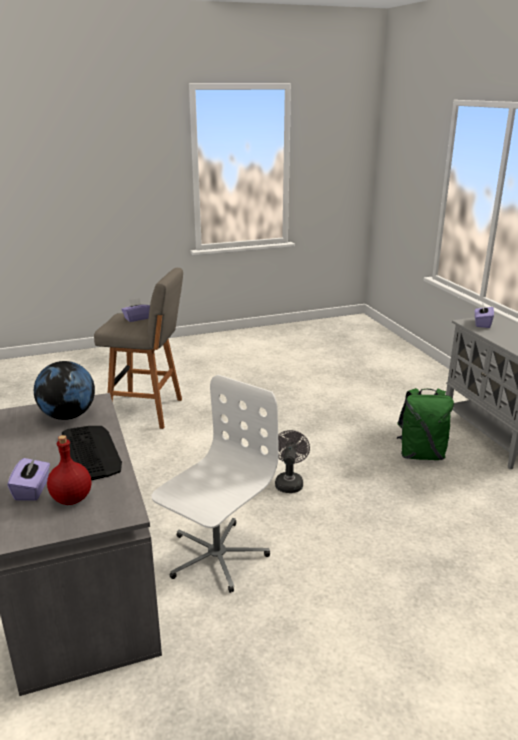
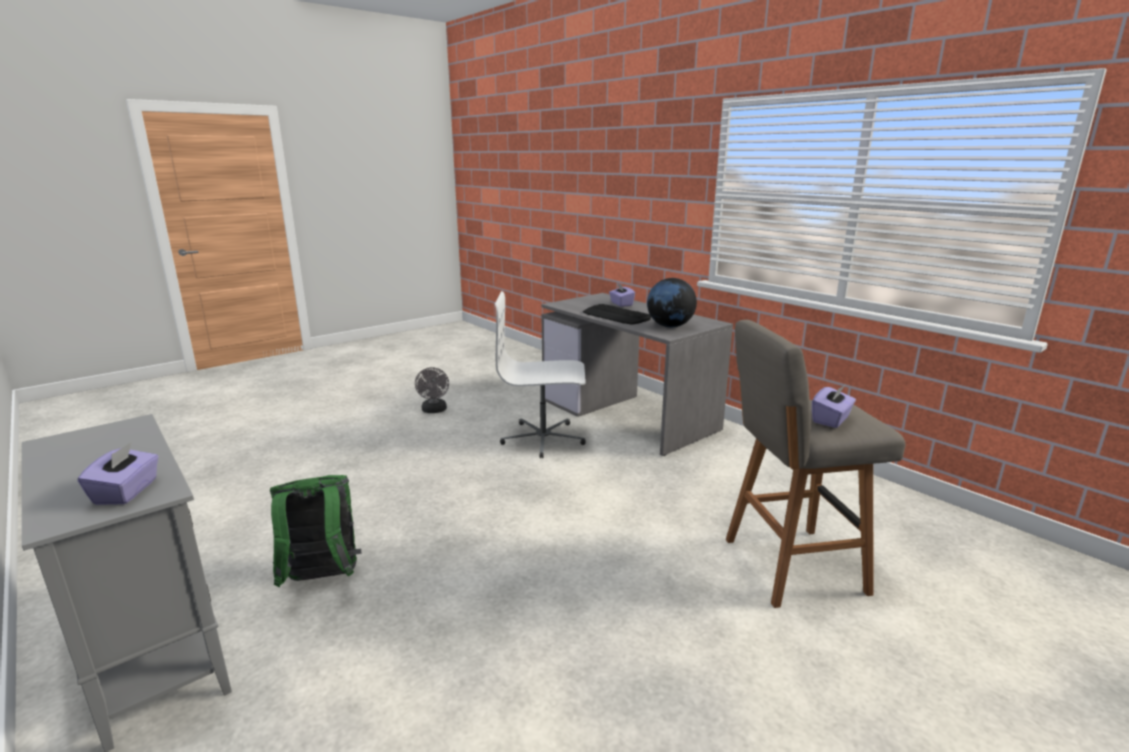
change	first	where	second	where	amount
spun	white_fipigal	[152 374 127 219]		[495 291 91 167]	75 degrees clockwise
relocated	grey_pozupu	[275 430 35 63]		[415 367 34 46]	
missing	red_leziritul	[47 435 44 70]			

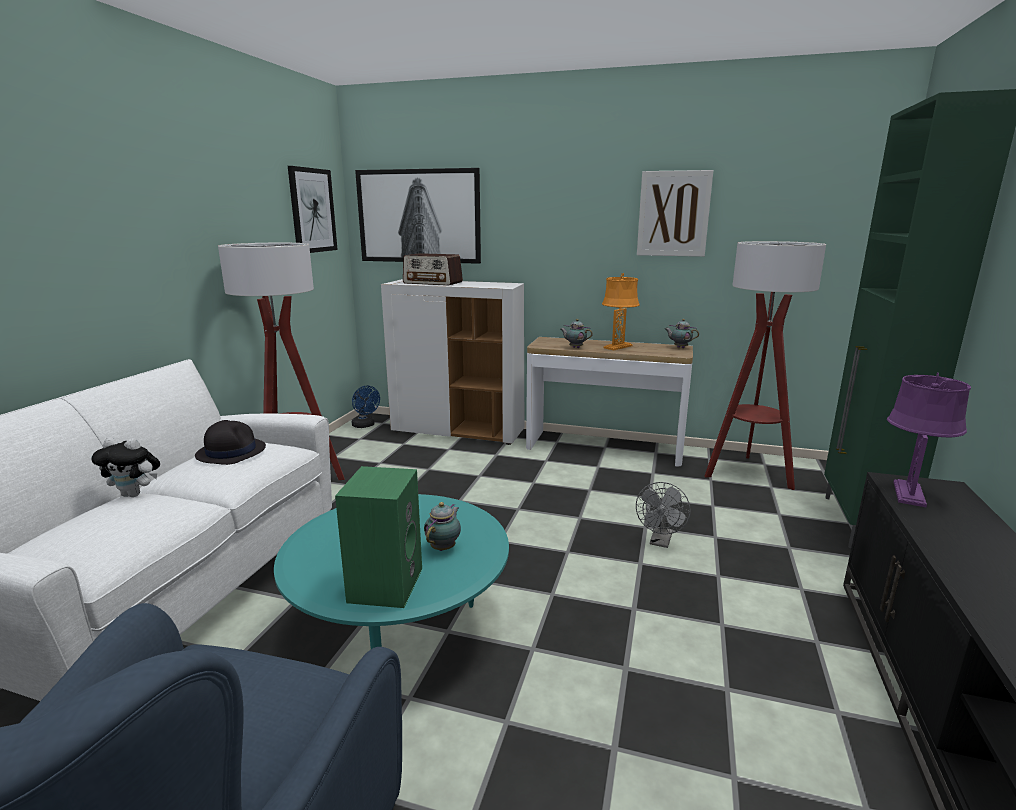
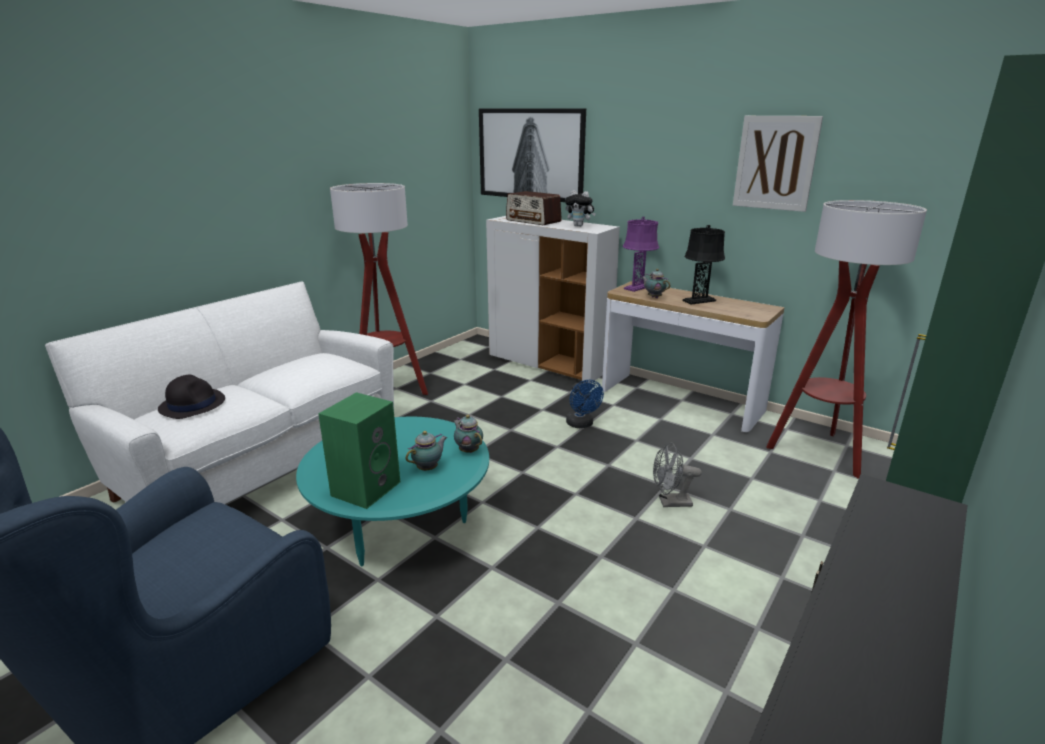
change	first	where	second	where	amount
missing	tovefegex	[288 166 50 87]			
colour	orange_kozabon	[602 273 38 77]	black_kozabon	[683 225 42 80]	
relocated	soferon	[665 319 34 29]		[454 415 29 38]	
relocated	purple_kozabon	[887 372 84 135]		[623 217 36 75]	
relocated	blue_pozupu	[352 386 28 42]		[566 380 38 48]	
relocated	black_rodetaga	[195 420 71 45]		[158 374 67 45]	
relocated	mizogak	[91 437 69 60]		[565 190 31 37]	
spun	grey_pozupu	[636 482 55 66]		[653 442 49 65]	45 degrees clockwise

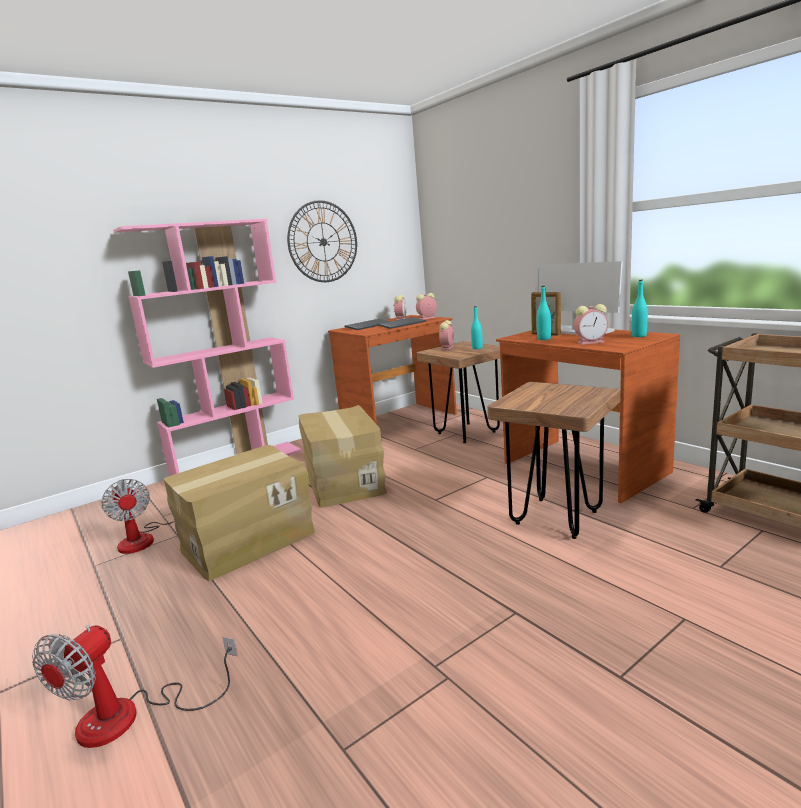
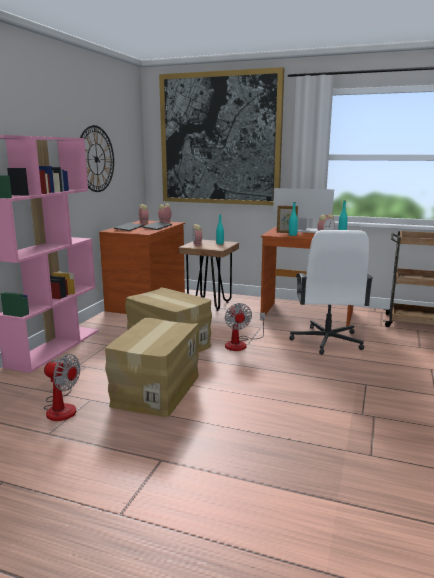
change	first	where	second	where	amount
exchanged	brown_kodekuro	[488 382 132 157]	white_fipigal	[289 230 84 125]	
relocated	pozupu	[32 625 206 123]		[225 303 40 48]	
appeared			tovefegex	[159 67 125 138]	

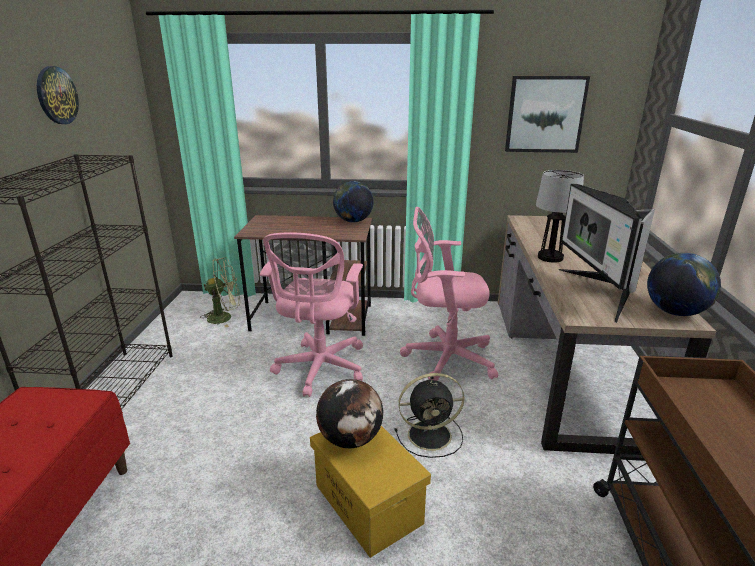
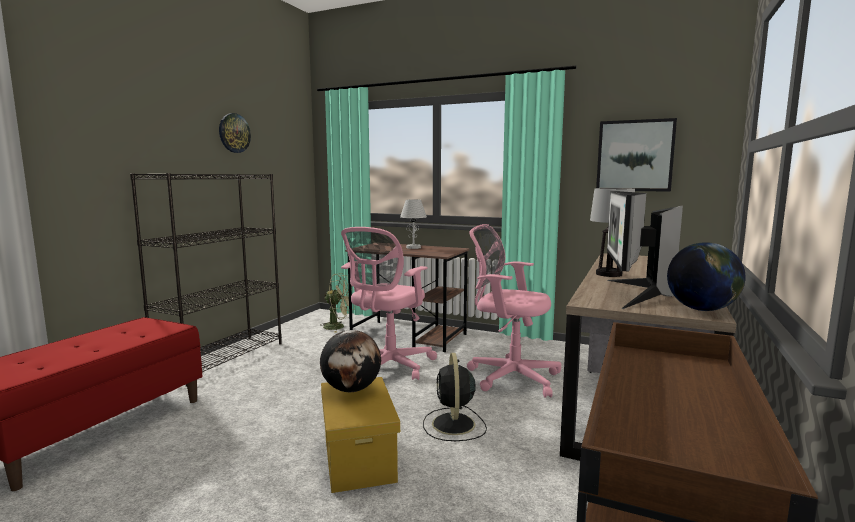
change	first	where	second	where	amount
missing	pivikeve	[333 181 40 42]			
spun	black_pozupu	[394 373 70 85]		[423 353 64 88]	75 degrees clockwise
appeared			white_kozabon	[400 199 27 50]	

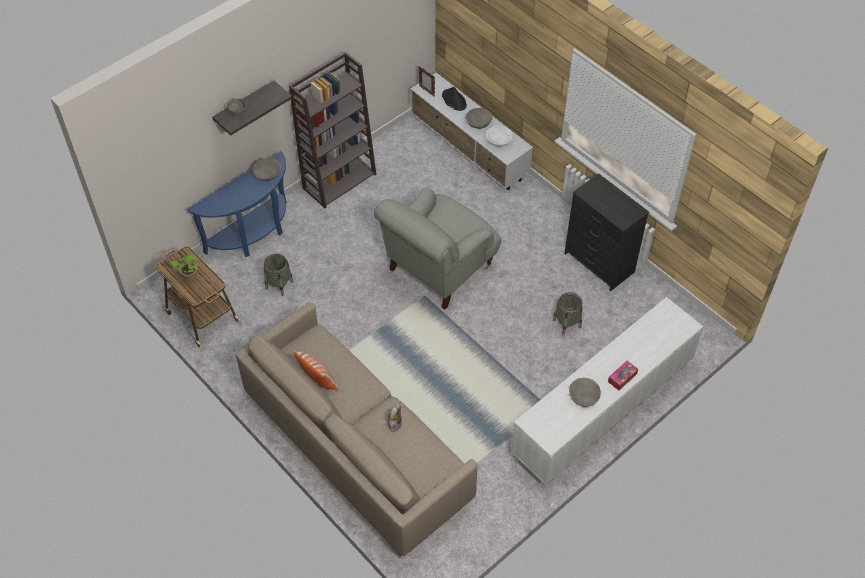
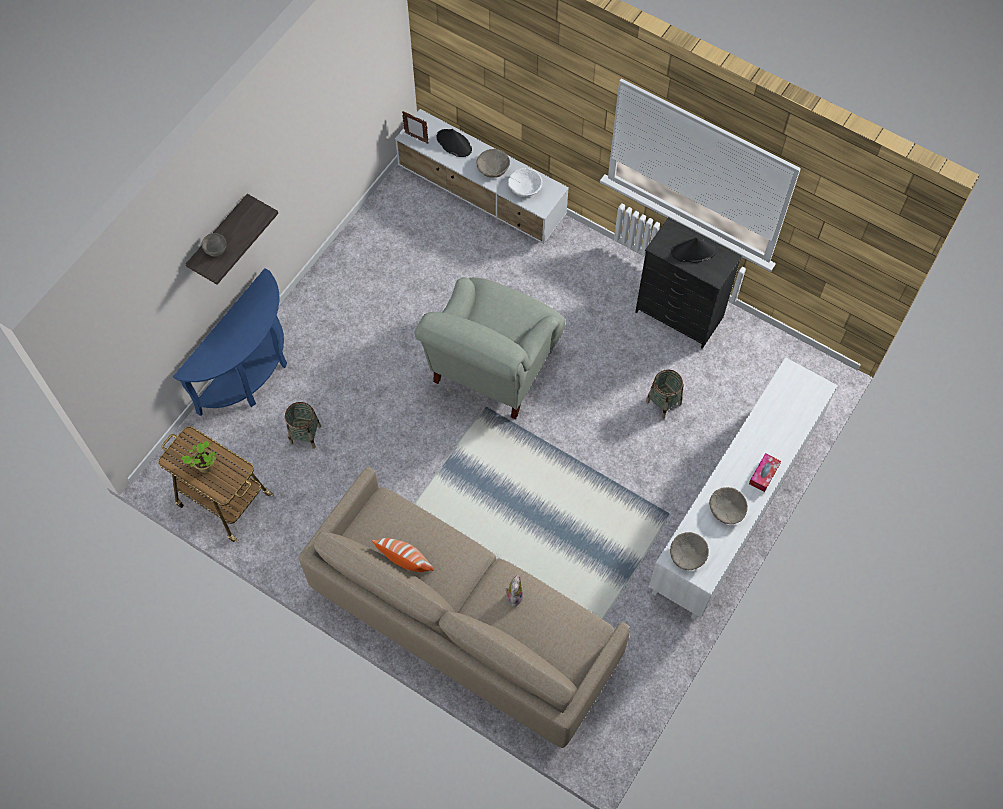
change	first	where	second	where	amount
missing	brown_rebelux	[289 52 87 156]			
relocated	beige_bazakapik	[253 158 28 23]		[670 532 39 38]	
appeared			black_rodetaga	[671 238 46 25]	

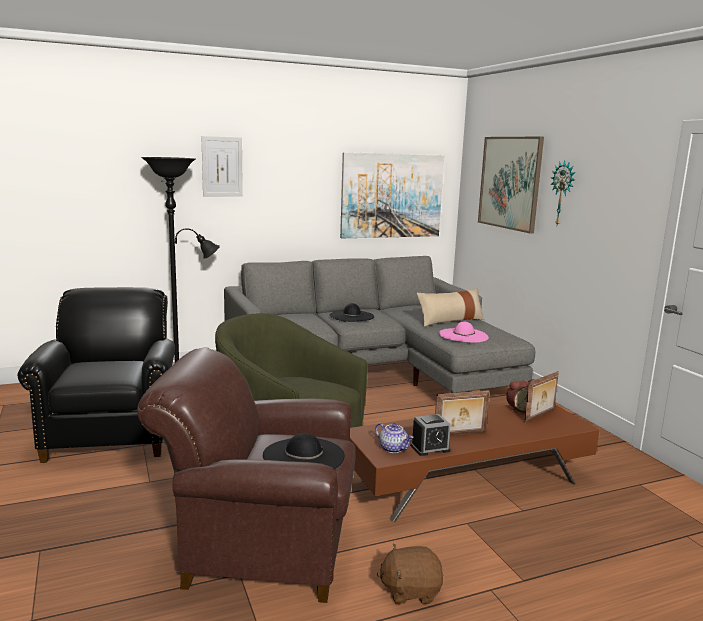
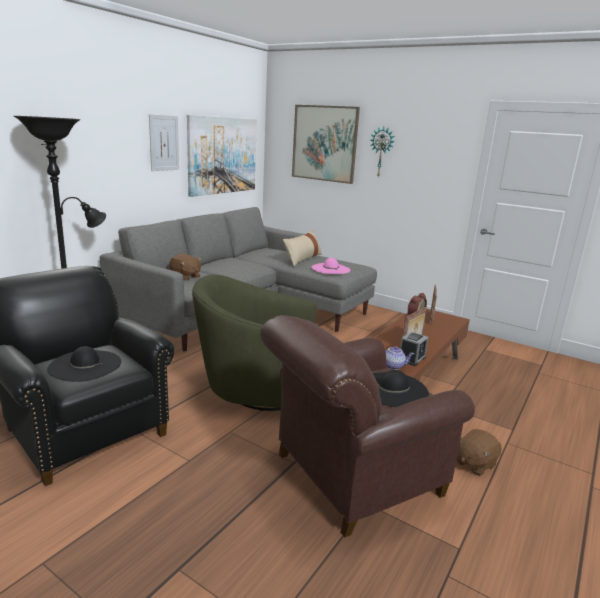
change	first	where	second	where	amount
relocated	tovefegex	[201 136 42 61]		[149 114 30 57]	
relocated	black_rodetaga	[329 303 45 19]		[47 346 74 36]	
appeared			brown_mizogak	[169 254 33 27]	

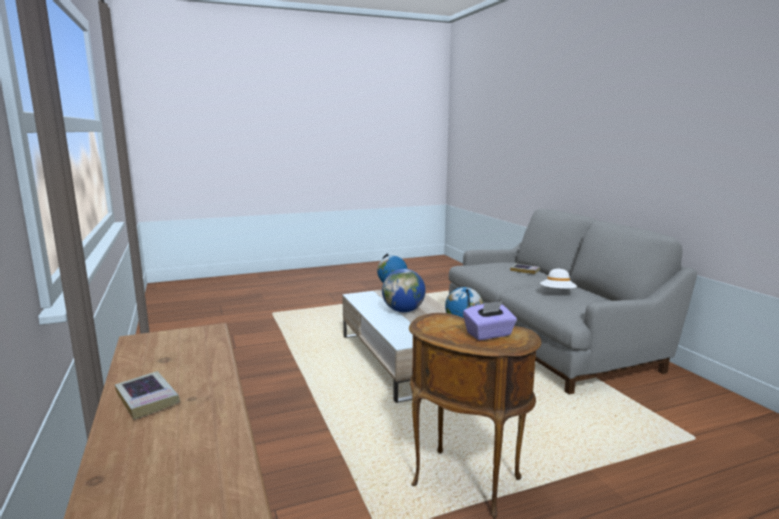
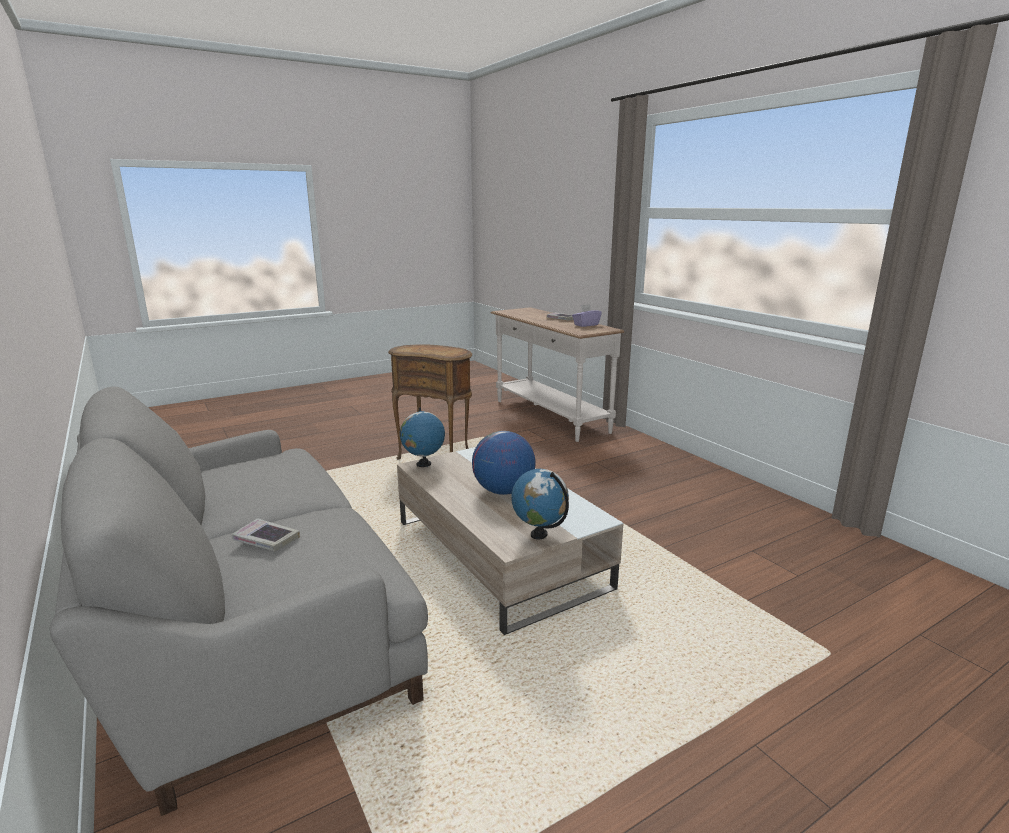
change	first	where	second	where	amount
missing	white_rodetaga	[540 269 37 20]			
relocated	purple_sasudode	[463 301 54 39]		[572 304 30 23]	

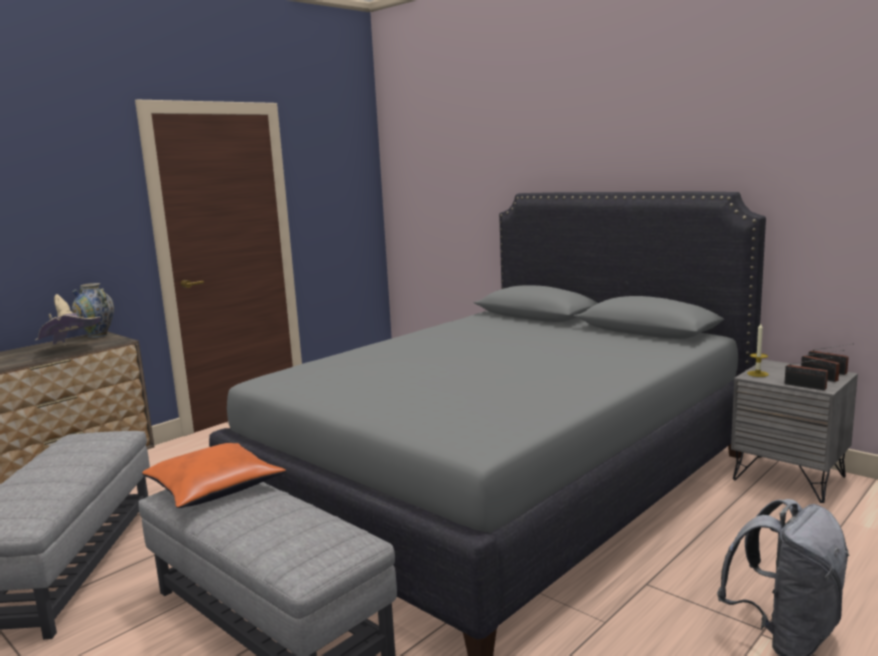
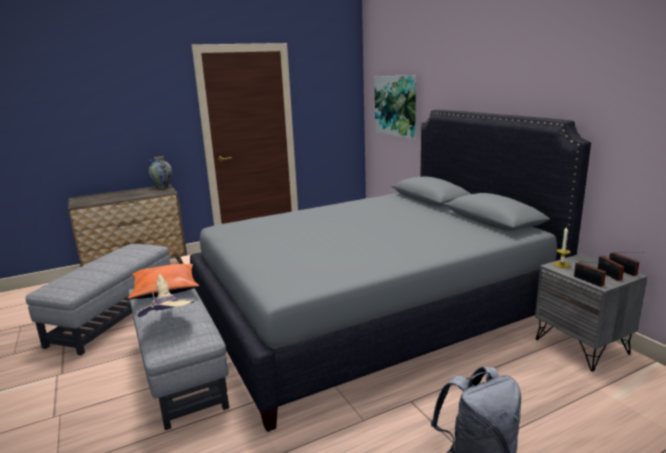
change	first	where	second	where	amount
relocated	beige_rodetaga	[35 294 66 50]		[138 274 56 43]	
appeared			tovefegex	[375 76 41 63]	

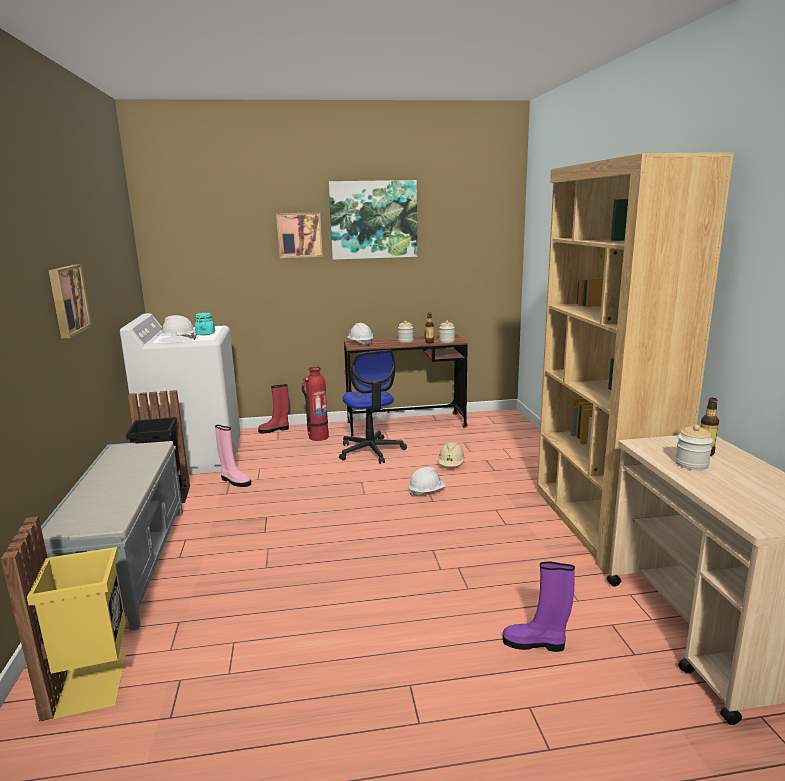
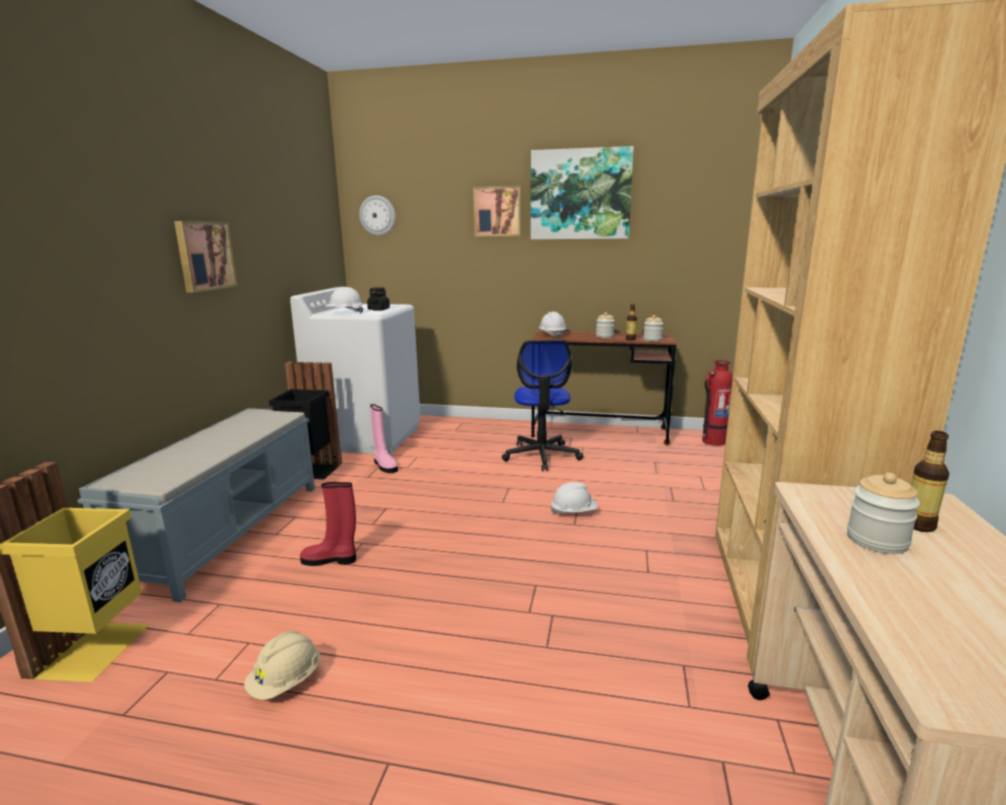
change	first	where	second	where	amount
colour	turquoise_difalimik	[195 313 20 22]	black_difalimik	[367 287 23 24]	
relocated	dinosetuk	[302 367 27 74]		[702 360 31 86]	
relocated	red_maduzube	[258 384 31 49]		[300 482 56 84]	
relocated	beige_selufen	[438 442 27 25]		[244 631 76 69]	
missing	purple_maduzube	[503 562 72 90]			
appeared			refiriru	[359 195 37 41]	

